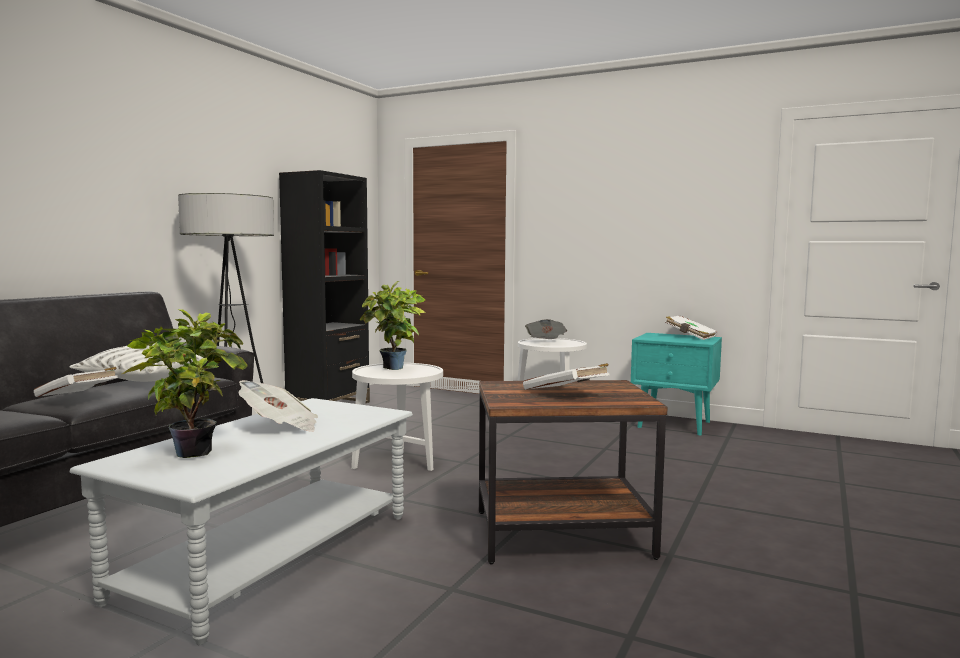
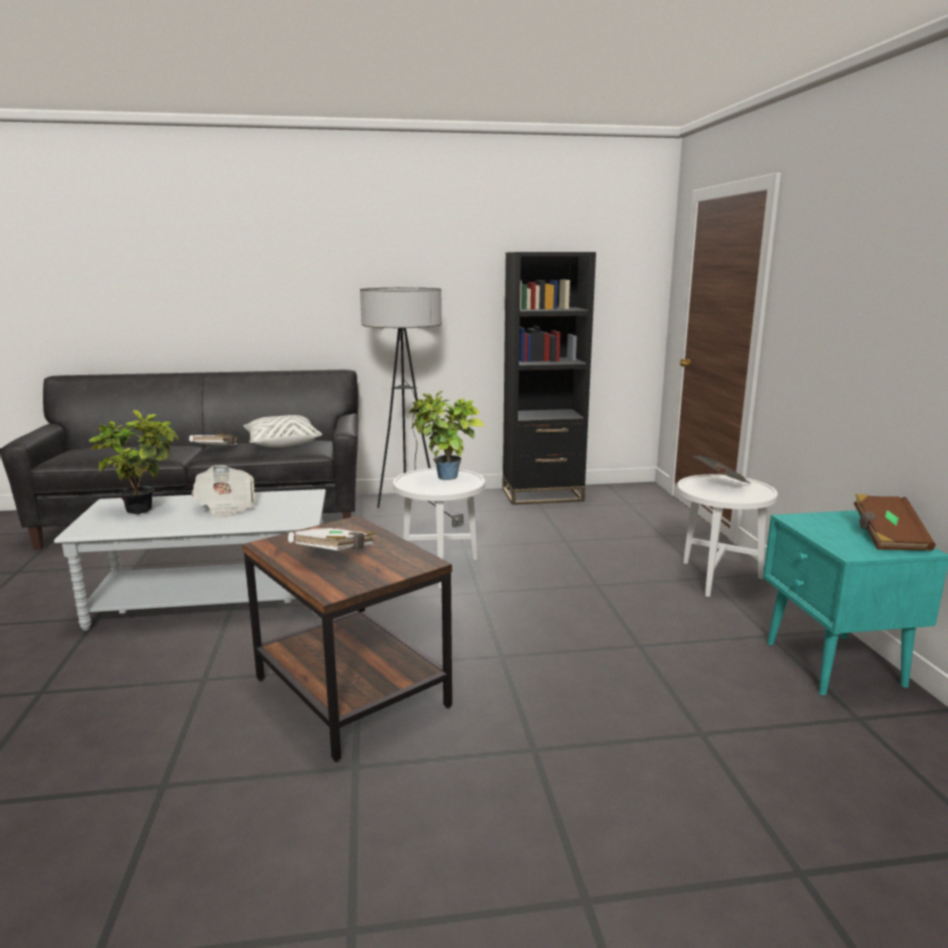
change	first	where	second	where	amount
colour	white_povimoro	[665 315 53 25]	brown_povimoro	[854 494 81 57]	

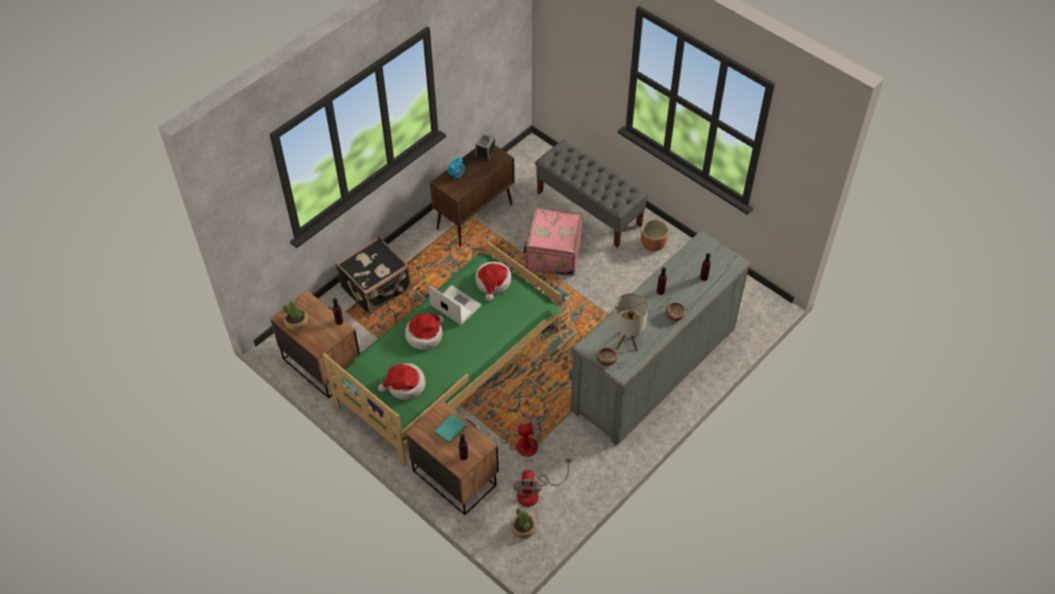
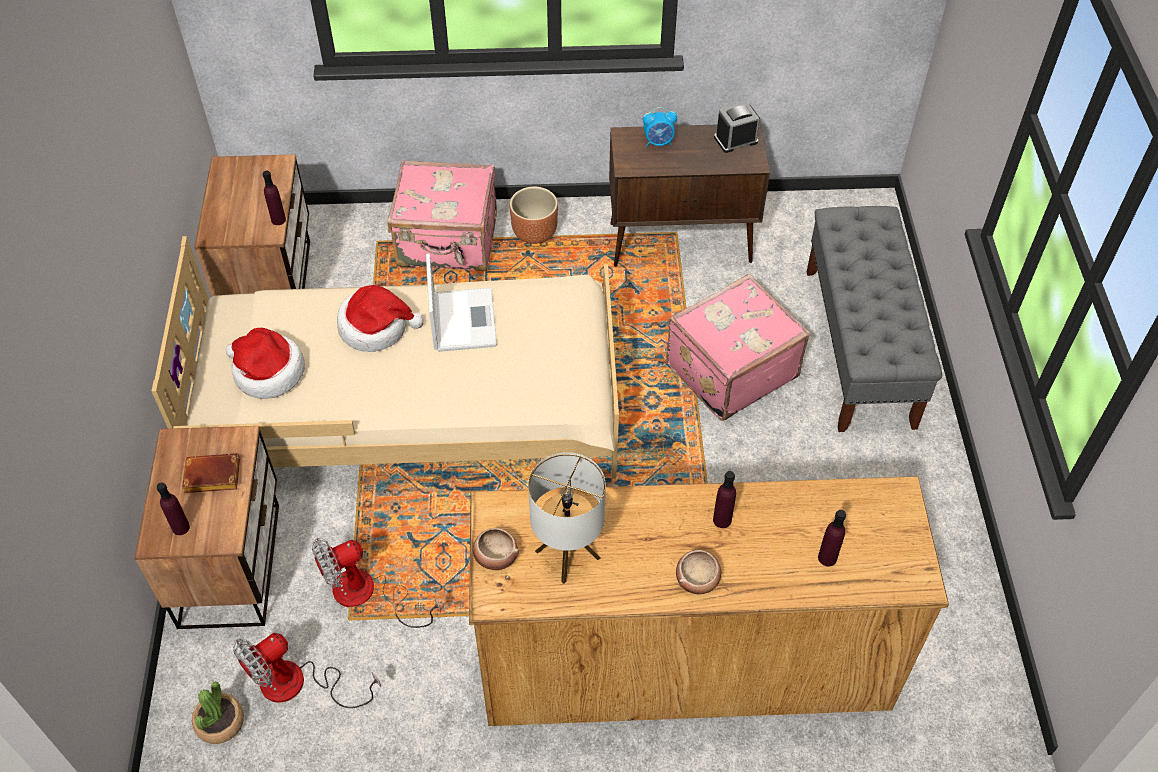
change	first	where	second	where	amount
relocated	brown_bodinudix	[641 219 27 32]		[510 187 48 57]	
colour	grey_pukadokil	[570 231 182 215]	brown_pukadokil	[469 476 480 250]	
colour	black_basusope	[336 236 75 79]	pink_basusope	[387 161 110 110]	
colour	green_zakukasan	[323 242 240 224]	beige_zakukasan	[151 236 468 243]	
missing	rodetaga	[475 262 36 39]			
missing	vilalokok	[282 299 26 32]			
spun	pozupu	[487 411 55 46]		[312 538 129 90]	120 degrees clockwise
colour	turquoise_povimoro	[434 414 33 30]	brown_povimoro	[182 453 58 40]	

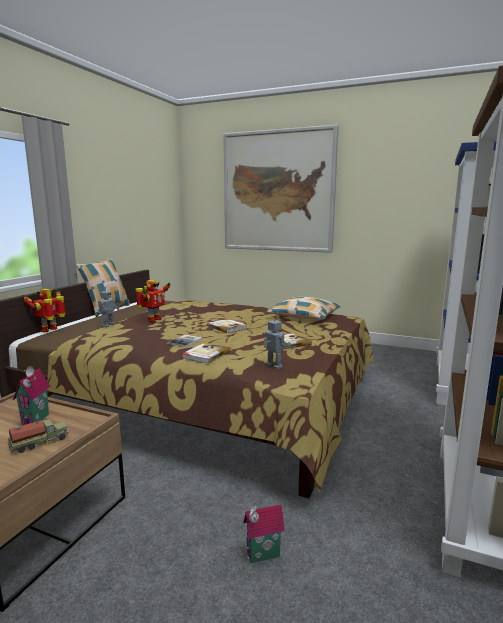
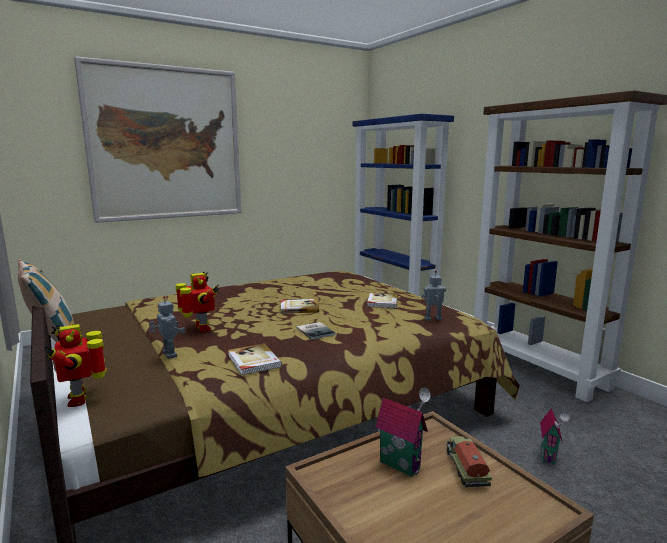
change	first	where	second	where	amount
missing	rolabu	[267 297 74 23]			
relocated	povimoro	[182 343 48 20]		[228 344 54 31]	

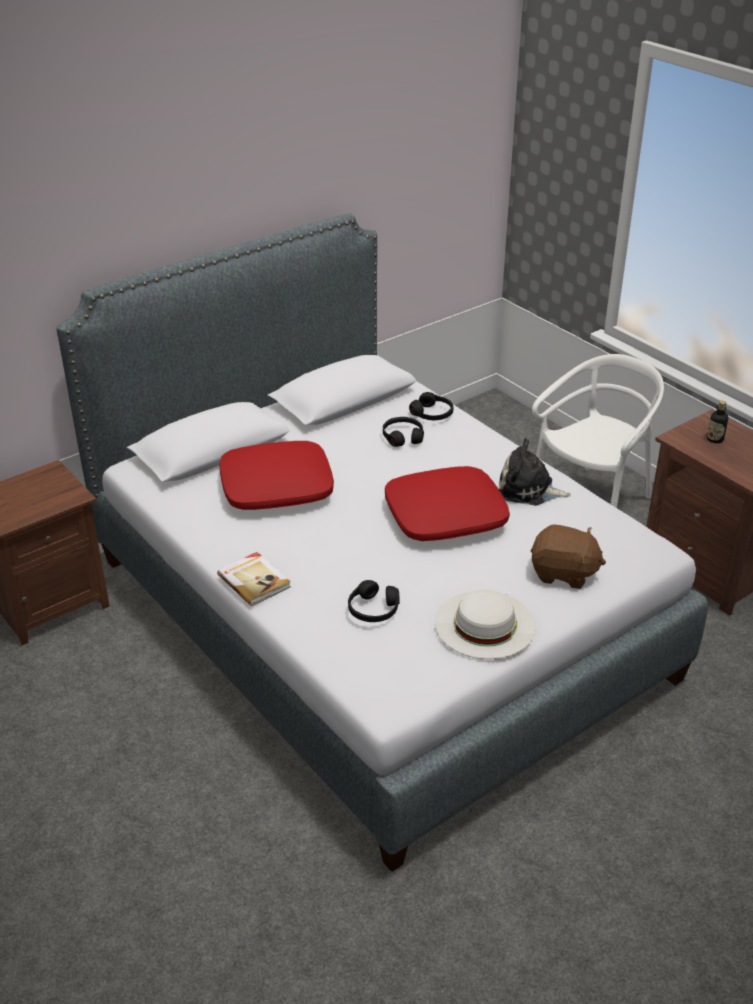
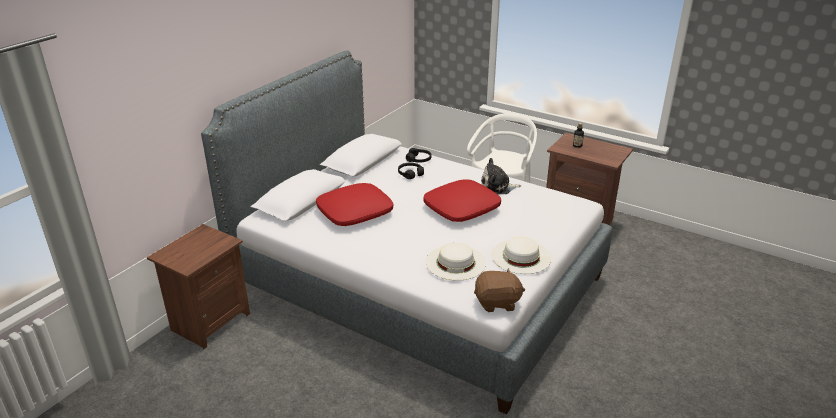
change	first	where	second	where	amount
relocated	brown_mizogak	[531 524 75 65]		[474 268 51 44]	
missing	povimoro	[217 552 74 54]			
exchanged	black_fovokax	[348 580 52 42]	white_rodetaga	[426 242 60 39]	

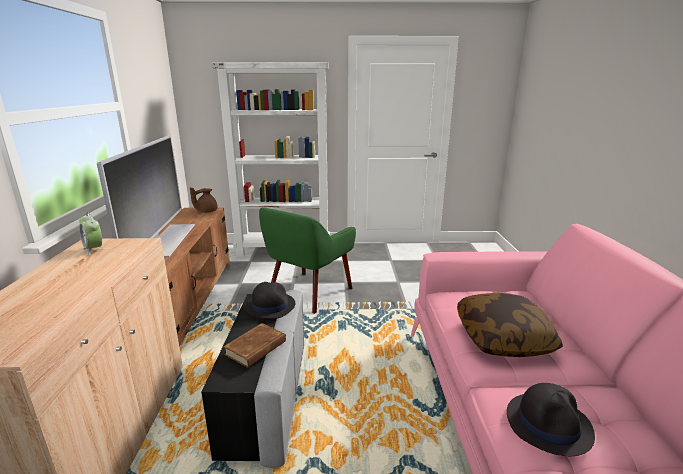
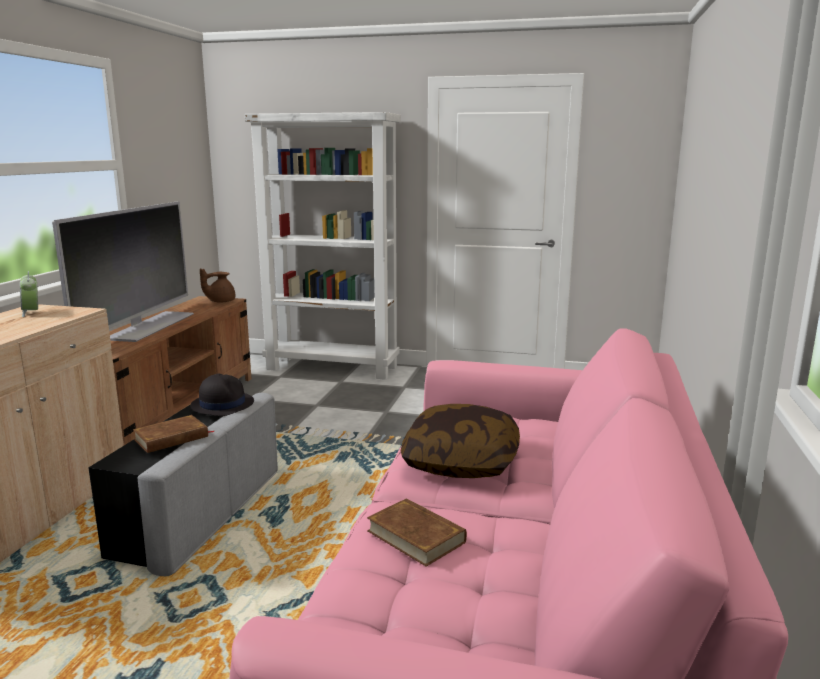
change	first	where	second	where	amount
missing	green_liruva	[259 207 97 107]			
exchanged	black_rodetaga	[507 383 88 73]	brown_povimoro	[367 498 100 69]	

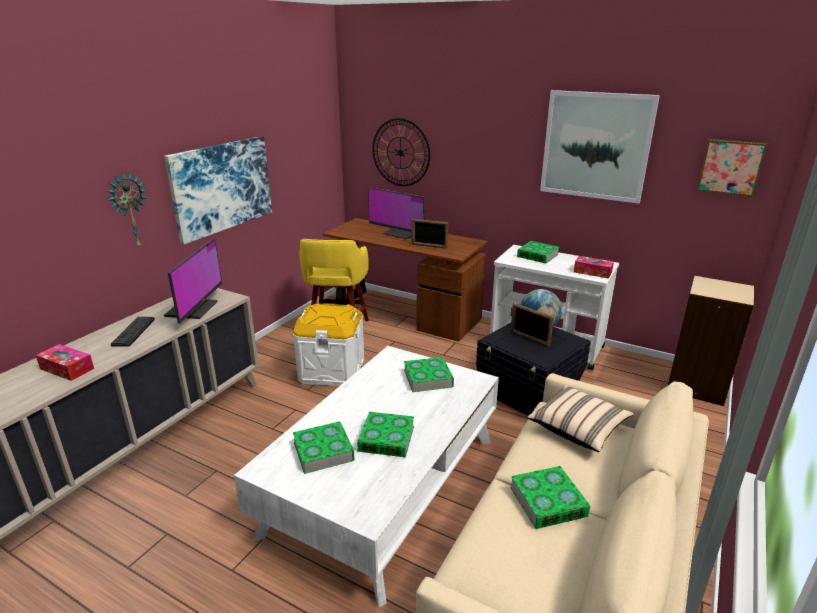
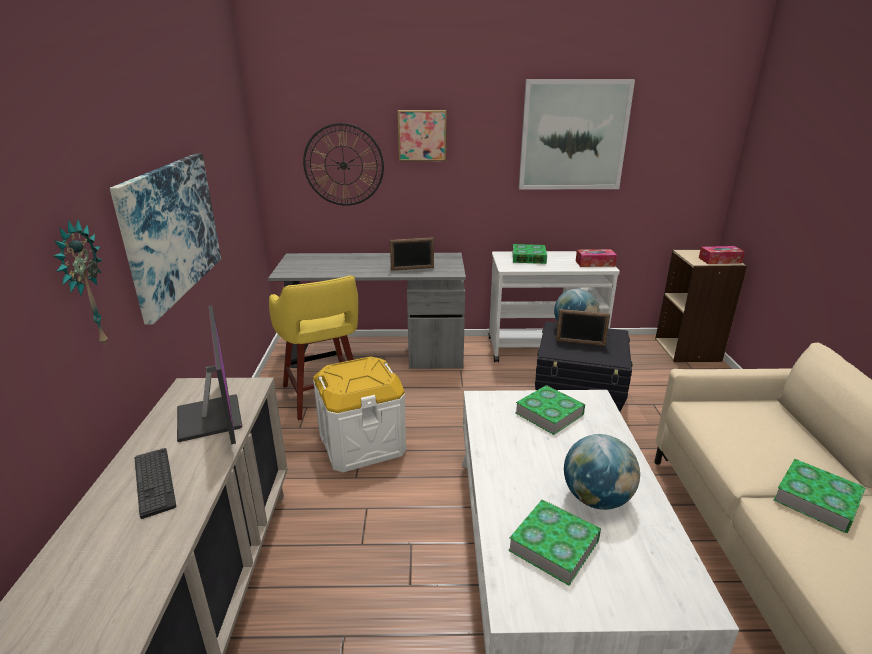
change	first	where	second	where	amount
relocated	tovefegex	[697 139 70 58]		[397 110 49 51]	
missing	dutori	[368 187 57 52]			
colour	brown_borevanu	[322 218 166 124]	grey_borevanu	[268 253 198 116]	
relocated	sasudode	[36 344 58 37]		[699 246 46 18]	
missing	beige_rolabu	[527 385 107 67]			
exchanged	povimoro	[357 412 57 45]	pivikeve	[564 434 76 76]	

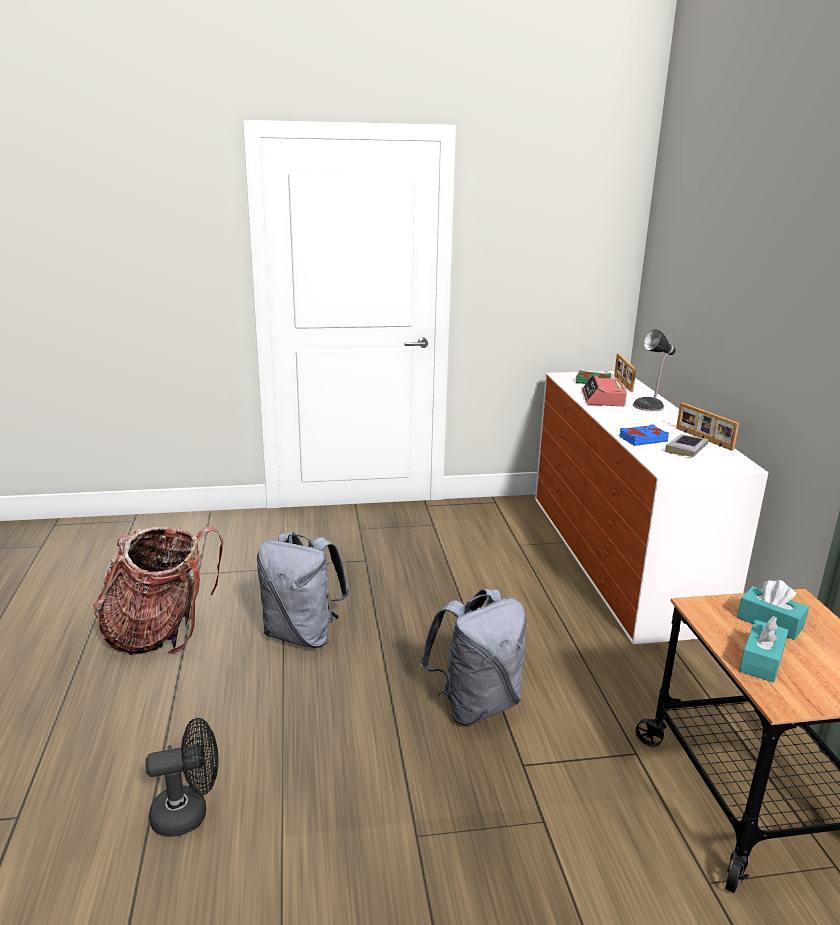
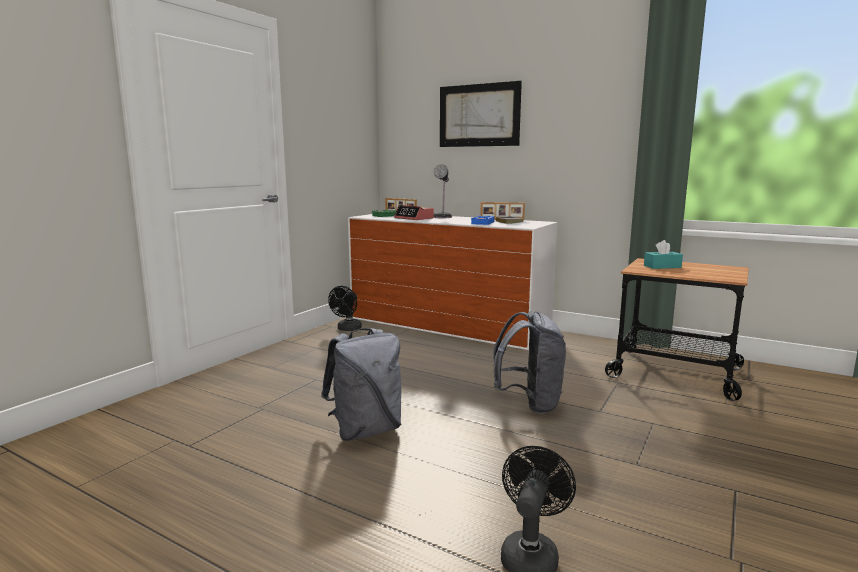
change	first	where	second	where	amount
missing	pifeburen	[93 527 131 128]			
missing	turquoise_sasudode	[739 616 49 67]			
appeared			tovefegex	[440 81 82 66]	
appeared			black_pozupu	[328 286 34 45]	

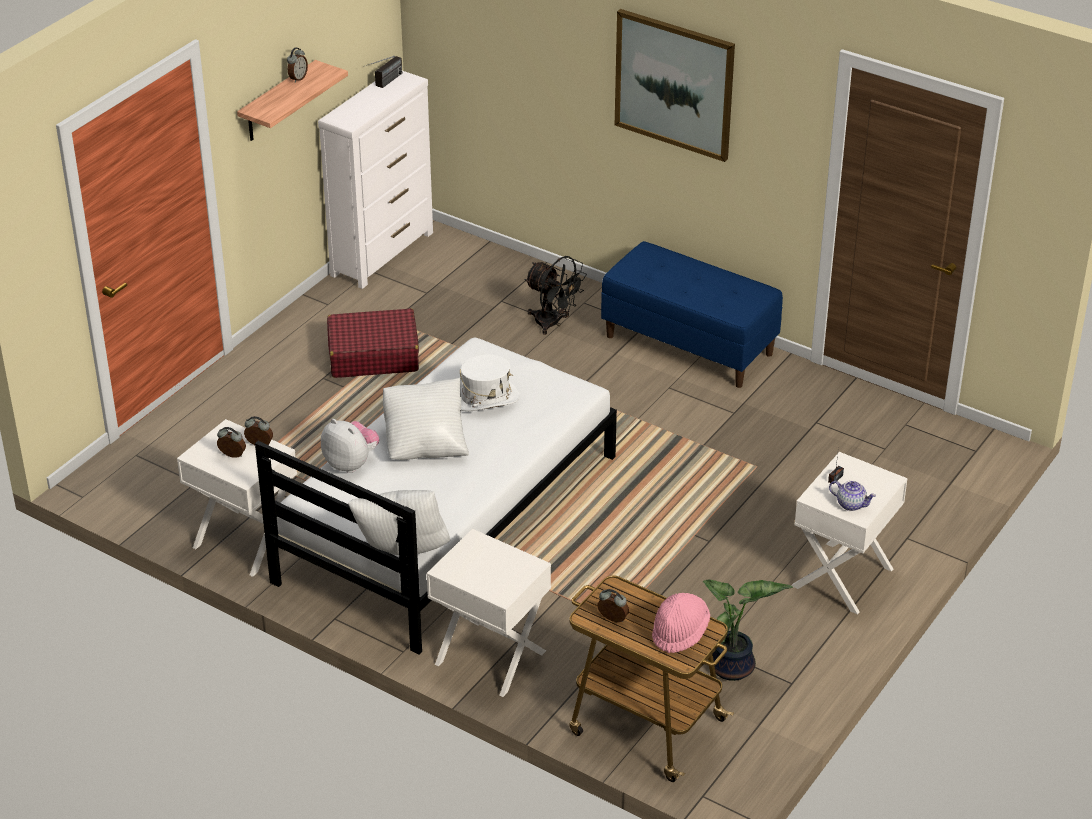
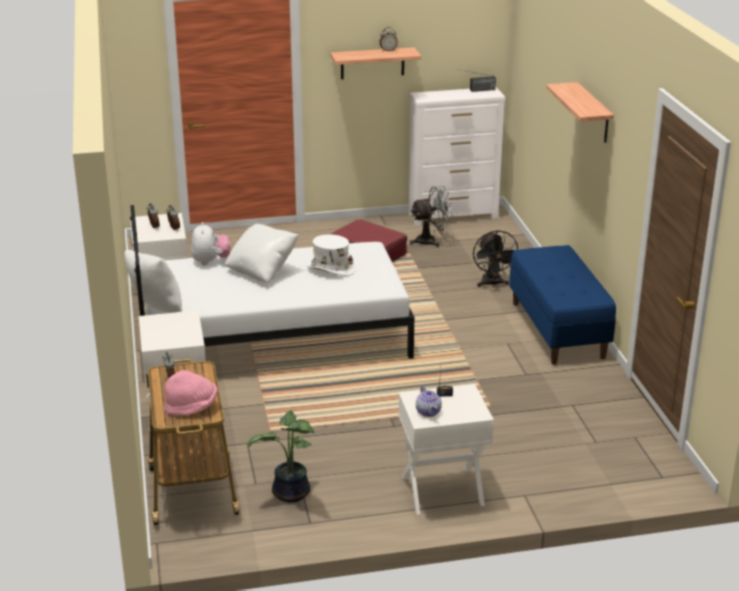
change	first	where	second	where	amount
exchanged	tovefegex	[615 9 120 153]	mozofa	[546 82 68 61]	
appeared			grey_pozupu	[410 186 43 61]	

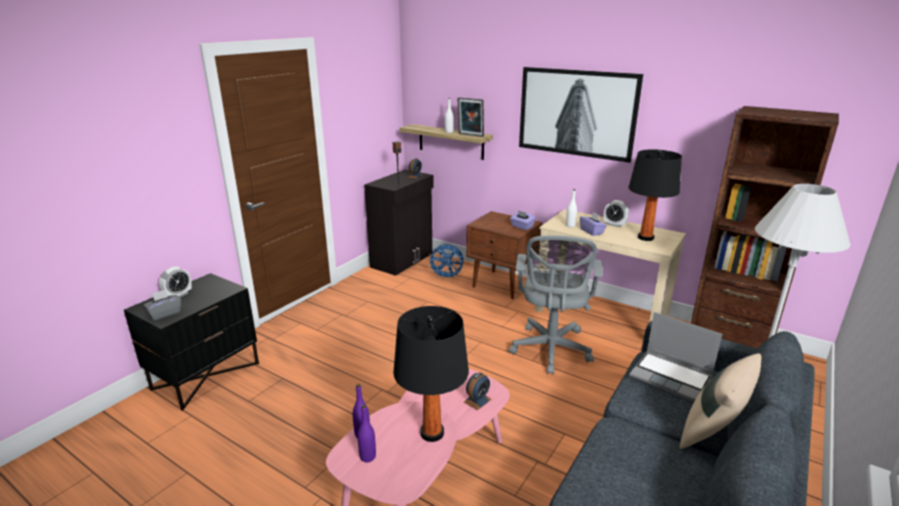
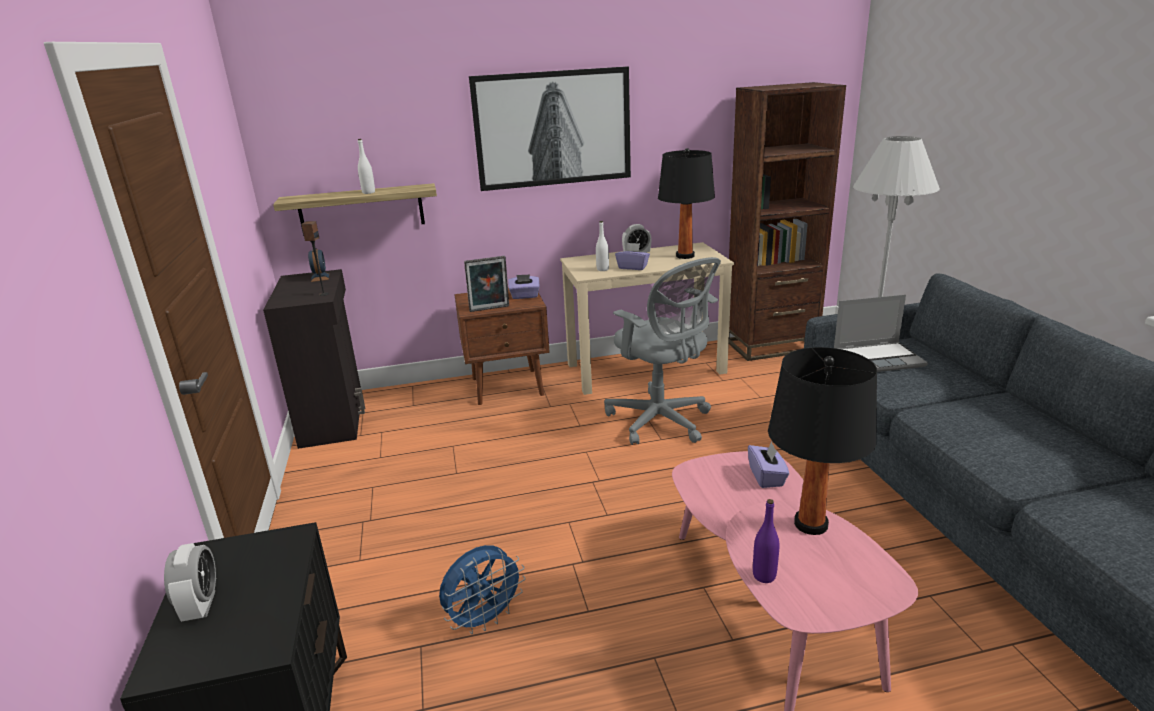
change	first	where	second	where	amount
relocated	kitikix	[457 97 27 40]		[464 256 45 56]	
relocated	blue_pozupu	[428 244 37 36]		[439 545 87 89]	
missing	grey_sasudode	[143 289 38 31]			
missing	beige_rolabu	[679 353 82 96]			
exchanged	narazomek	[464 372 27 38]	purple_sasudode	[748 442 41 46]	
missing	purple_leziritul	[358 405 18 57]			

